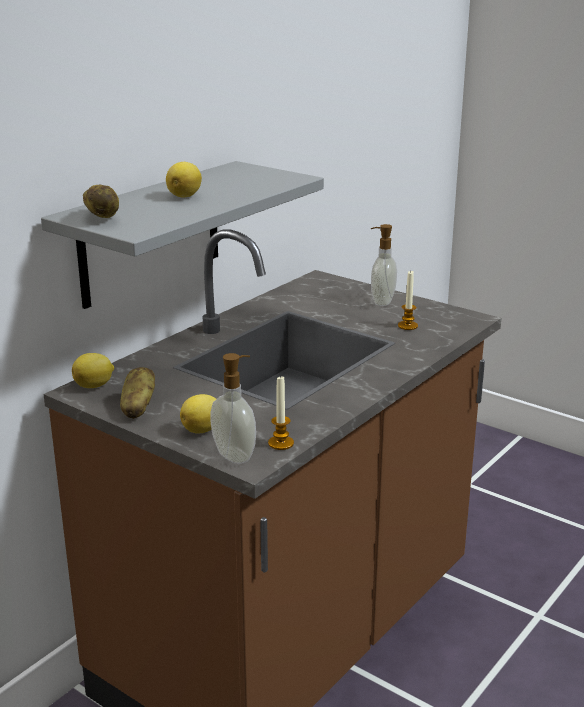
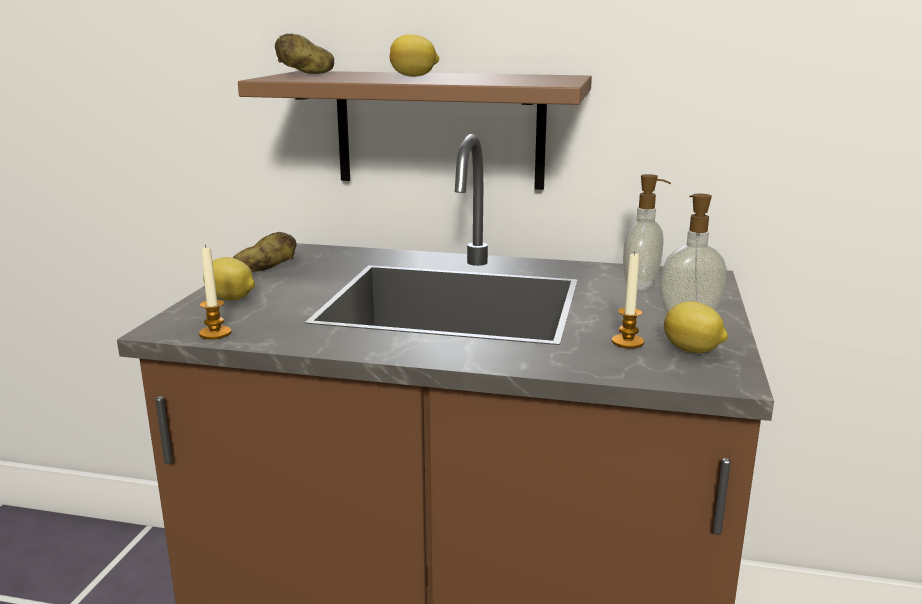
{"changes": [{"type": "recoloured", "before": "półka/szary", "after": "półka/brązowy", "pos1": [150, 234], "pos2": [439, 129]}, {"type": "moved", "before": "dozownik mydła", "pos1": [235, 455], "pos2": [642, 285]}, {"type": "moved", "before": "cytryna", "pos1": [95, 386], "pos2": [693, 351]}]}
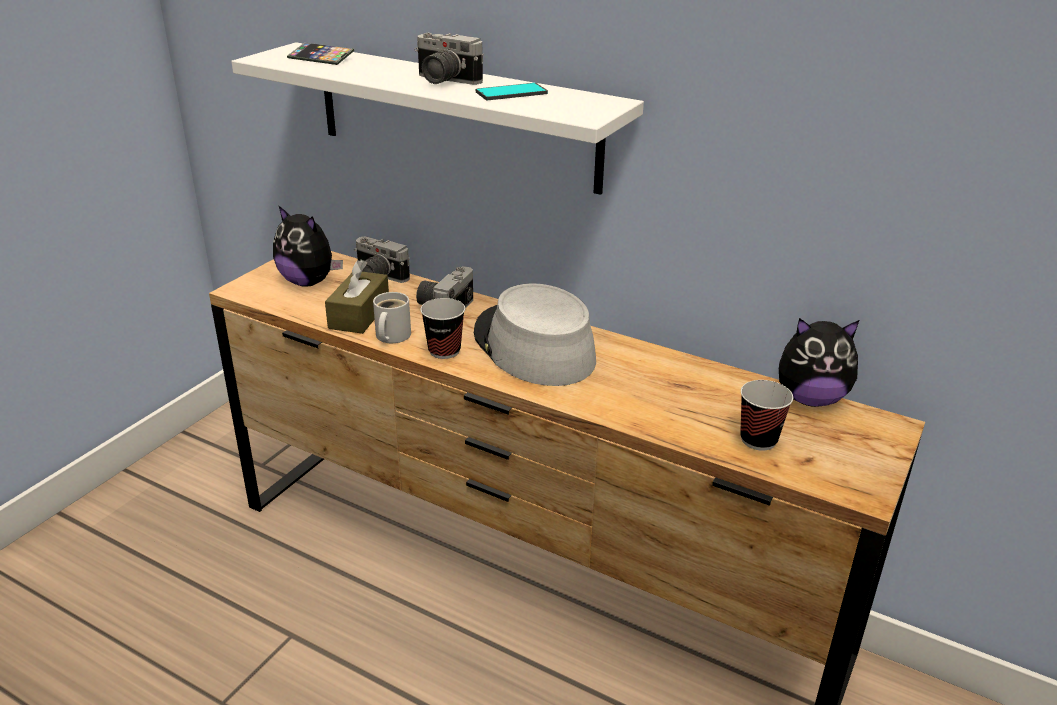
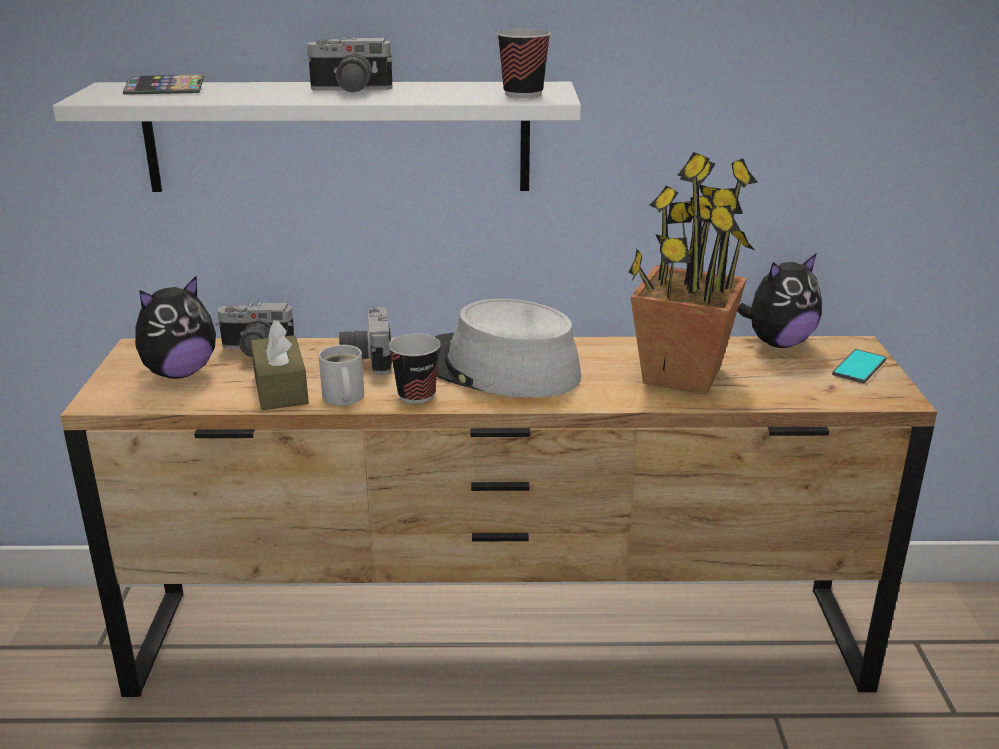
{"changes": [{"type": "turned", "before": "pluszak", "pos1": [309, 282], "pos2": [179, 373], "turn": -45}, {"type": "moved", "before": "filiżanka", "pos1": [758, 440], "pos2": [523, 94]}, {"type": "added", "after": "roślina doniczkowa", "pos2": [680, 375]}, {"type": "moved", "before": "telefon", "pos1": [511, 93], "pos2": [859, 367]}]}
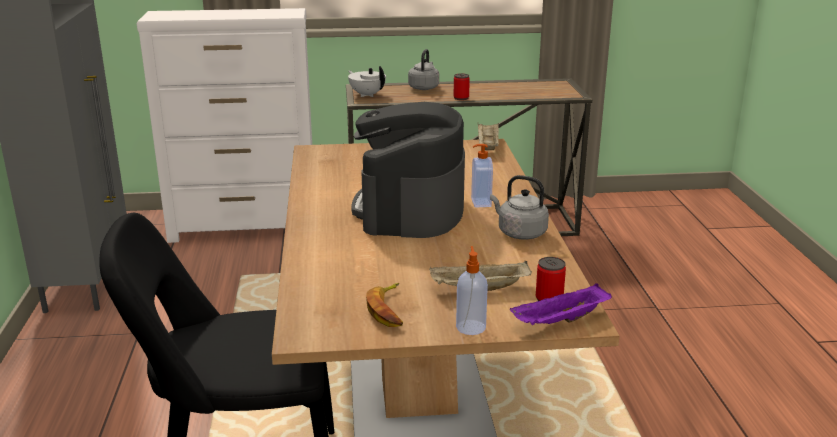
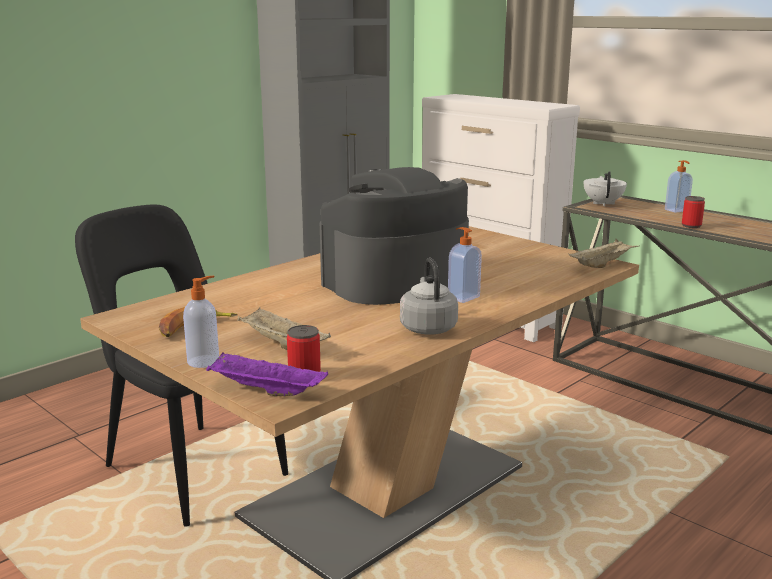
{"changes": [{"type": "replaced", "before": "czajnik/szary", "after": "dozownik mydła", "pos1": [424, 87], "pos2": [677, 210]}]}
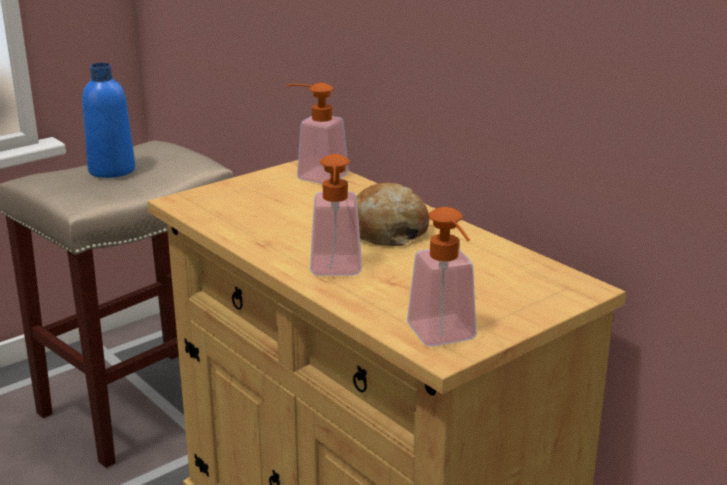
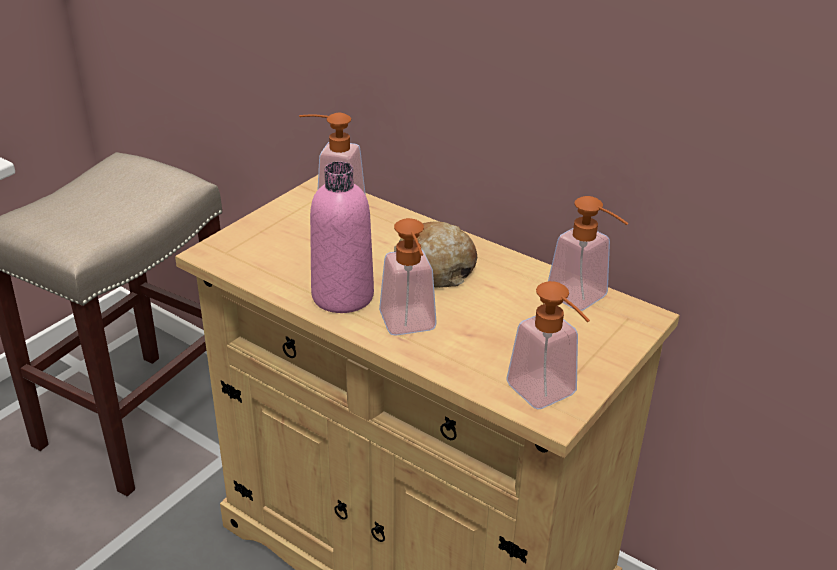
{"changes": [{"type": "added", "after": "butelka/różowy", "pos2": [342, 296]}, {"type": "added", "after": "dozownik mydła", "pos2": [584, 300]}, {"type": "removed", "before": "butelka/niebieski", "pos1": [112, 170]}]}
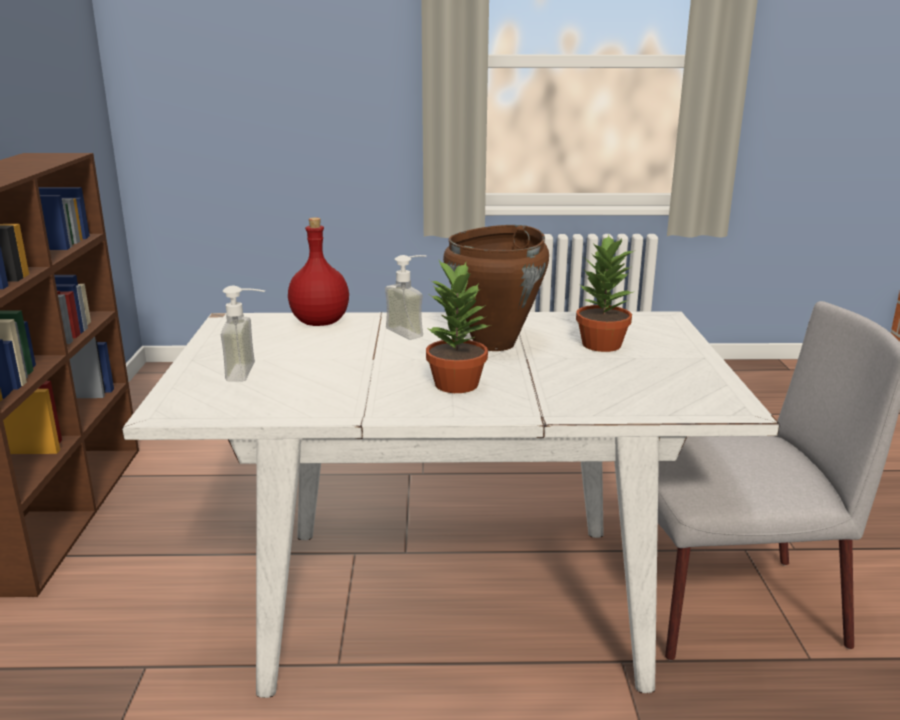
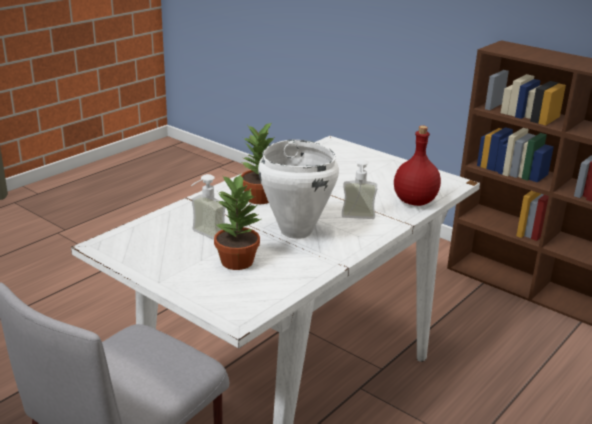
{"changes": [{"type": "moved", "before": "dozownik mydła", "pos1": [251, 372], "pos2": [204, 236]}, {"type": "recoloured", "before": "garnek/brązowy", "after": "garnek/biały", "pos1": [495, 344], "pos2": [295, 231]}]}
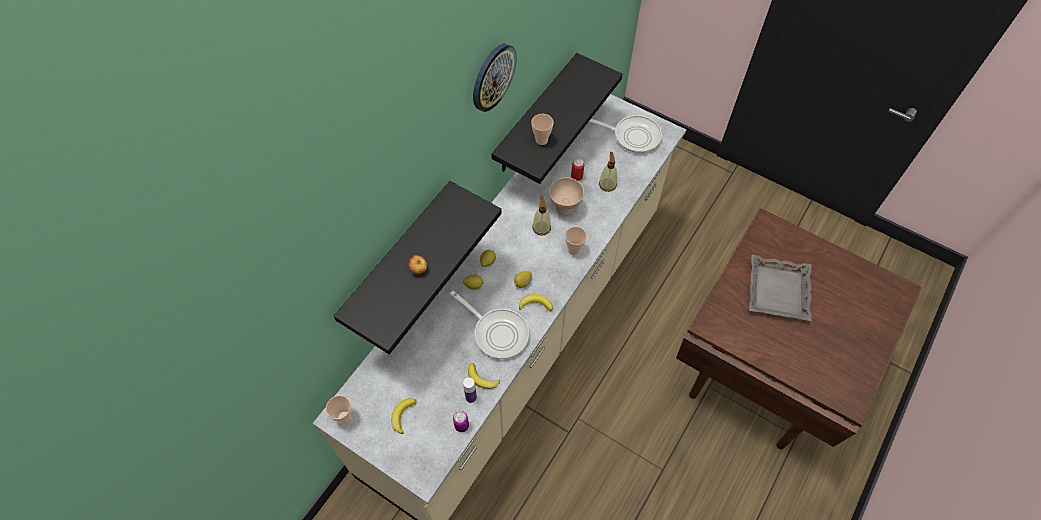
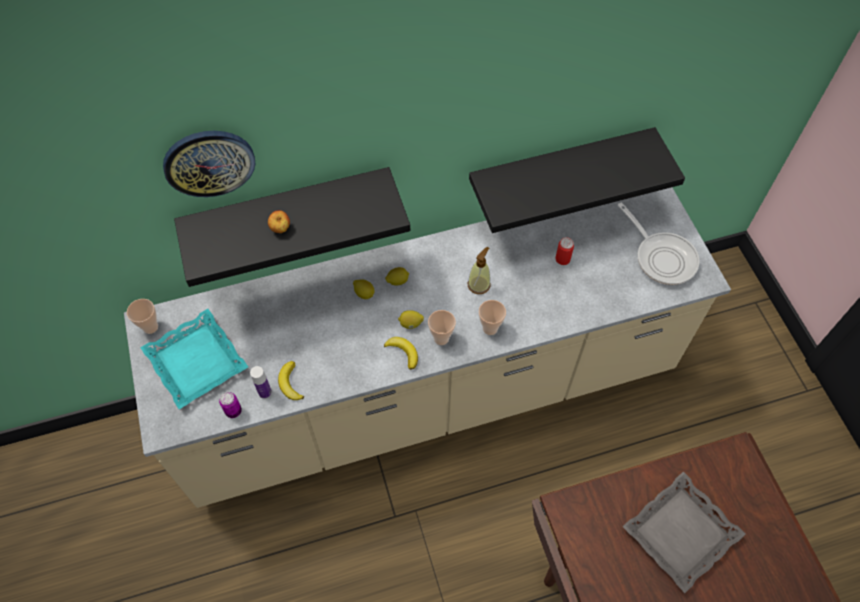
{"changes": [{"type": "replaced", "before": "banan", "after": "taca/turkusowy", "pos1": [402, 415], "pos2": [195, 362]}, {"type": "moved", "before": "zegar ścienny", "pos1": [492, 77], "pos2": [209, 162]}, {"type": "moved", "before": "filiżanka", "pos1": [541, 140], "pos2": [441, 338]}, {"type": "removed", "before": "patelnia", "pos1": [497, 332]}, {"type": "removed", "before": "miska/beżowy", "pos1": [565, 209]}, {"type": "removed", "before": "dozownik mydła", "pos1": [607, 184]}]}
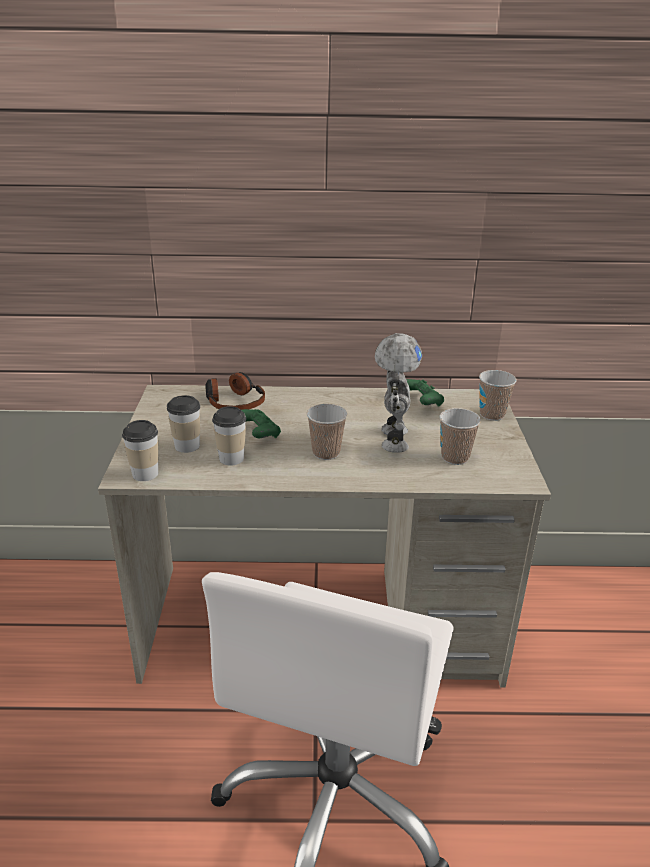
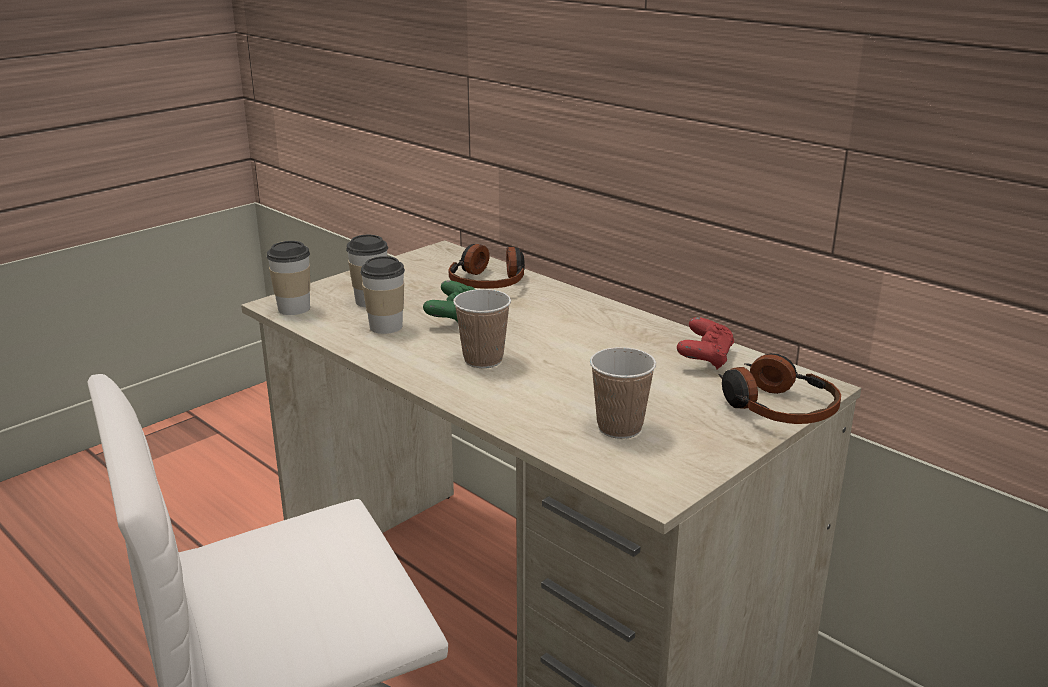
{"changes": [{"type": "recoloured", "before": "pad do gier/zielony", "after": "pad do gier/czerwony", "pos1": [422, 402], "pos2": [705, 358]}, {"type": "replaced", "before": "filiżanka", "after": "słuchawki", "pos1": [492, 415], "pos2": [776, 407]}, {"type": "removed", "before": "robot zabawkowy", "pos1": [392, 439]}]}
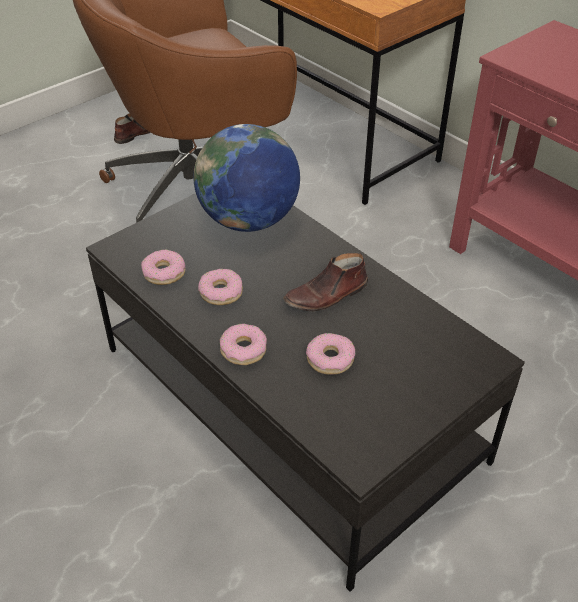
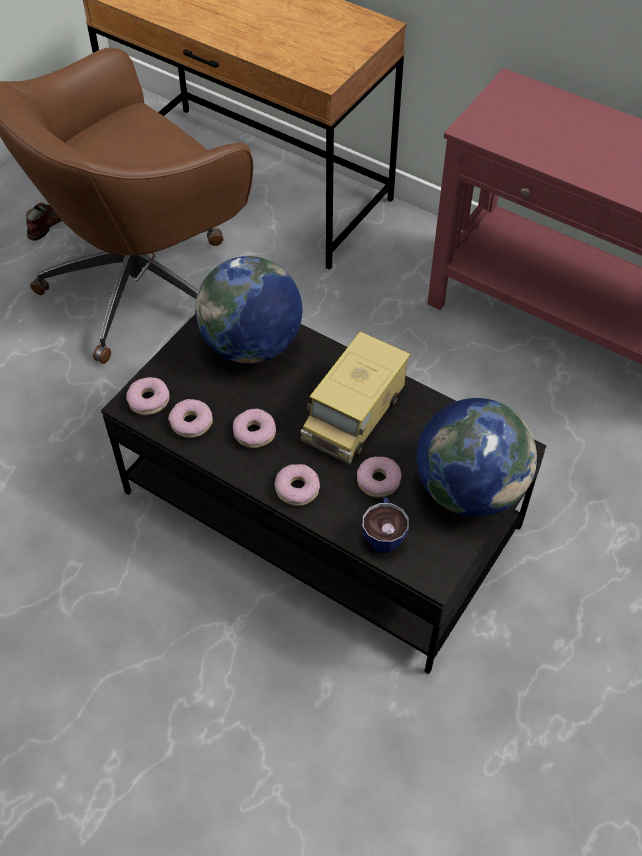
{"changes": [{"type": "added", "after": "donut", "pos2": [149, 400]}, {"type": "replaced", "before": "but/brązowy", "after": "ciężarówka zabawkowa", "pos1": [327, 295], "pos2": [354, 415]}, {"type": "added", "after": "filiżanka", "pos2": [383, 533]}, {"type": "added", "after": "globus", "pos2": [469, 489]}]}
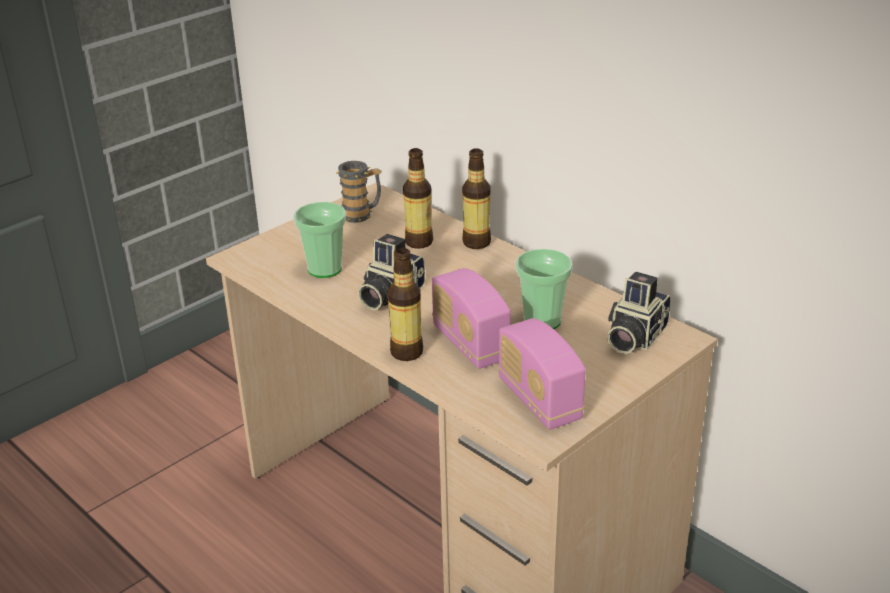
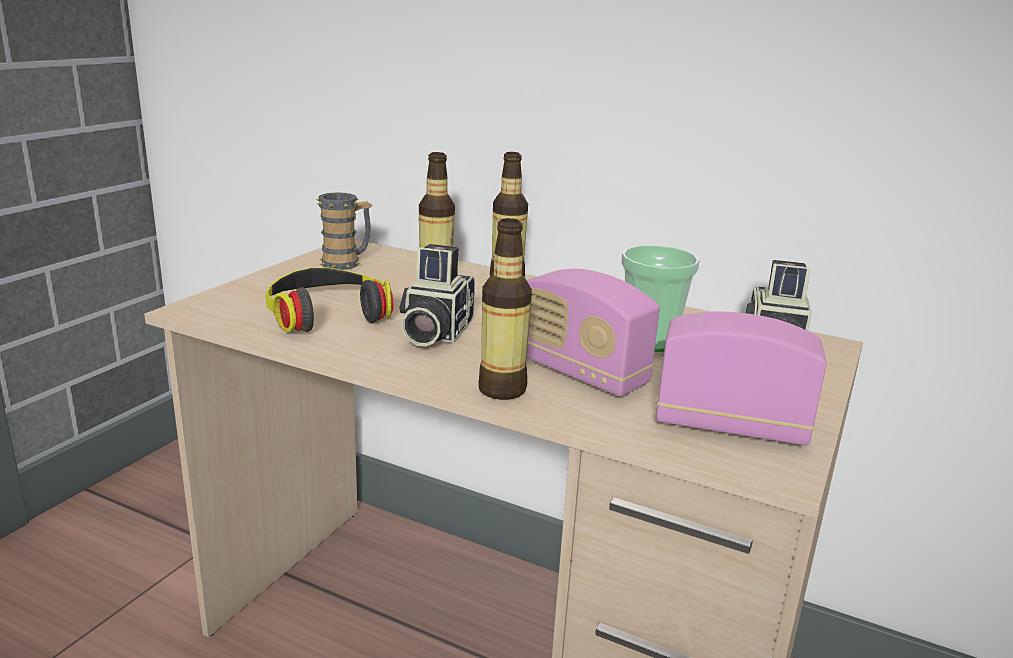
{"changes": [{"type": "replaced", "before": "filiżanka", "after": "słuchawki", "pos1": [324, 269], "pos2": [327, 313]}, {"type": "turned", "before": "radio", "pos1": [539, 400], "pos2": [730, 425], "turn": 150}]}
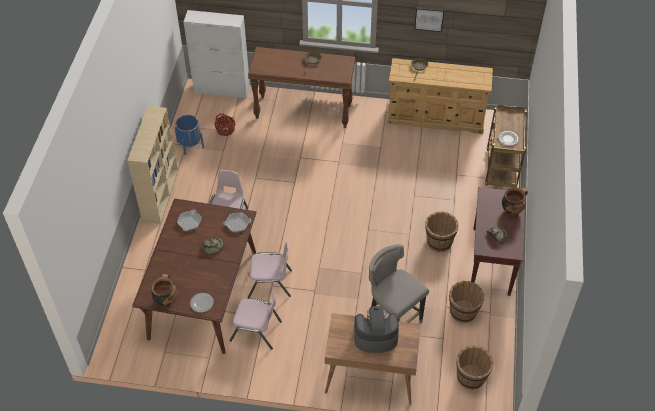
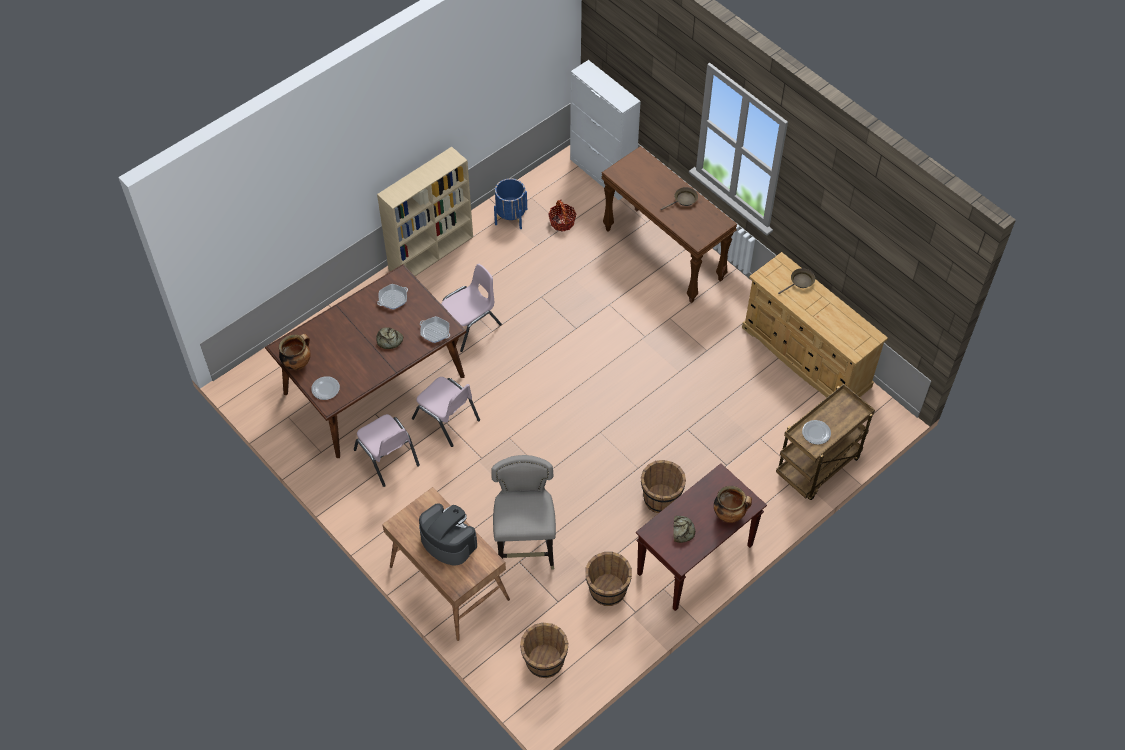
{"changes": [{"type": "removed", "before": "obraz", "pos1": [429, 18]}]}
